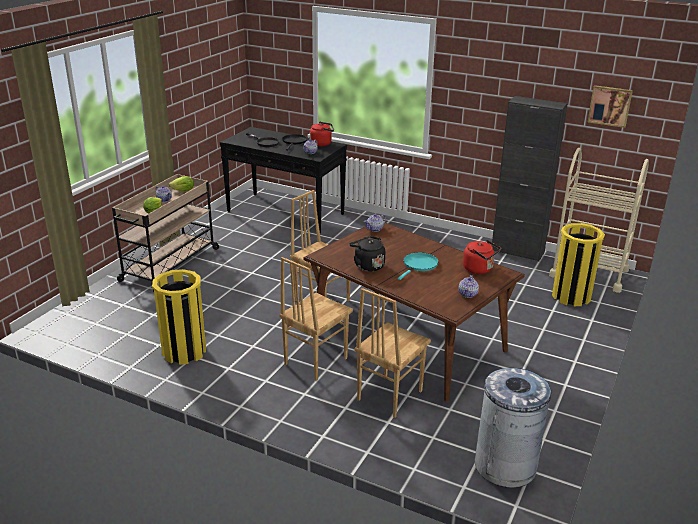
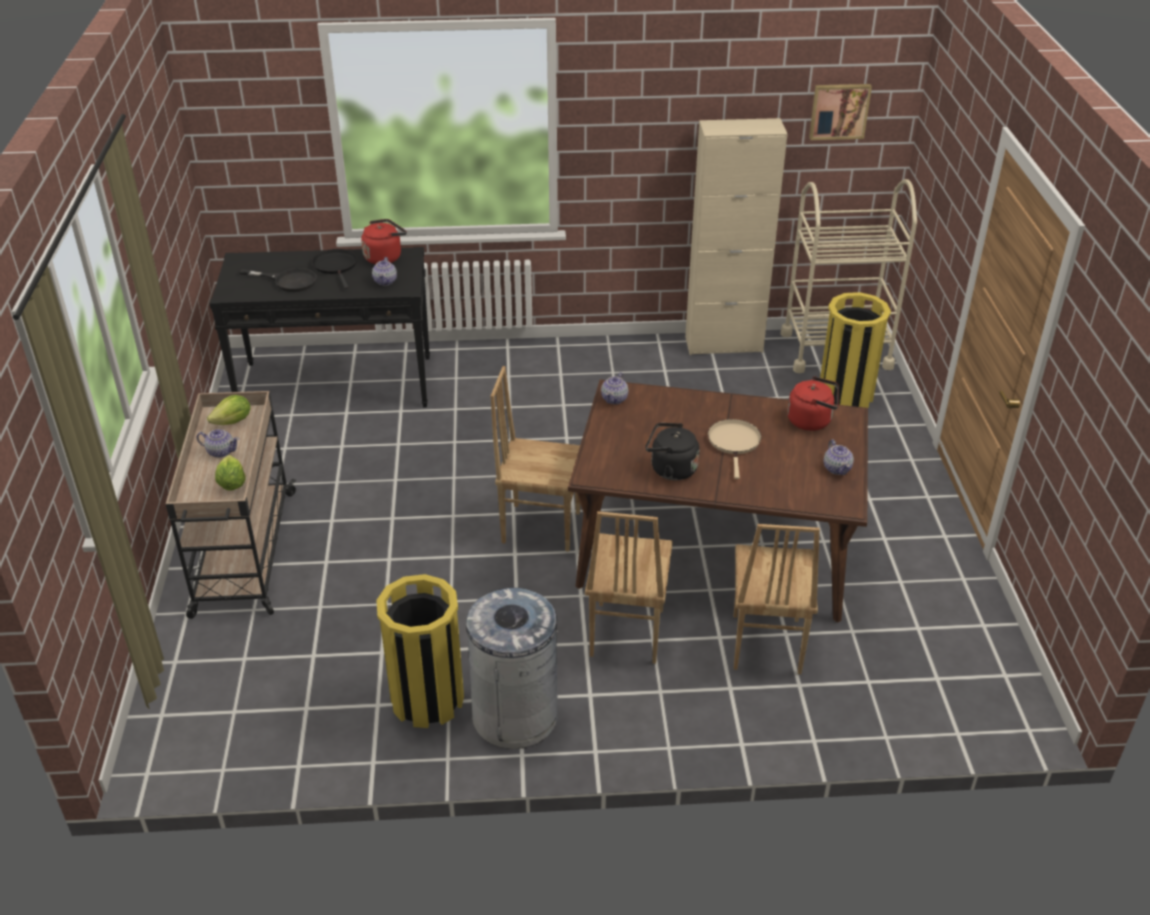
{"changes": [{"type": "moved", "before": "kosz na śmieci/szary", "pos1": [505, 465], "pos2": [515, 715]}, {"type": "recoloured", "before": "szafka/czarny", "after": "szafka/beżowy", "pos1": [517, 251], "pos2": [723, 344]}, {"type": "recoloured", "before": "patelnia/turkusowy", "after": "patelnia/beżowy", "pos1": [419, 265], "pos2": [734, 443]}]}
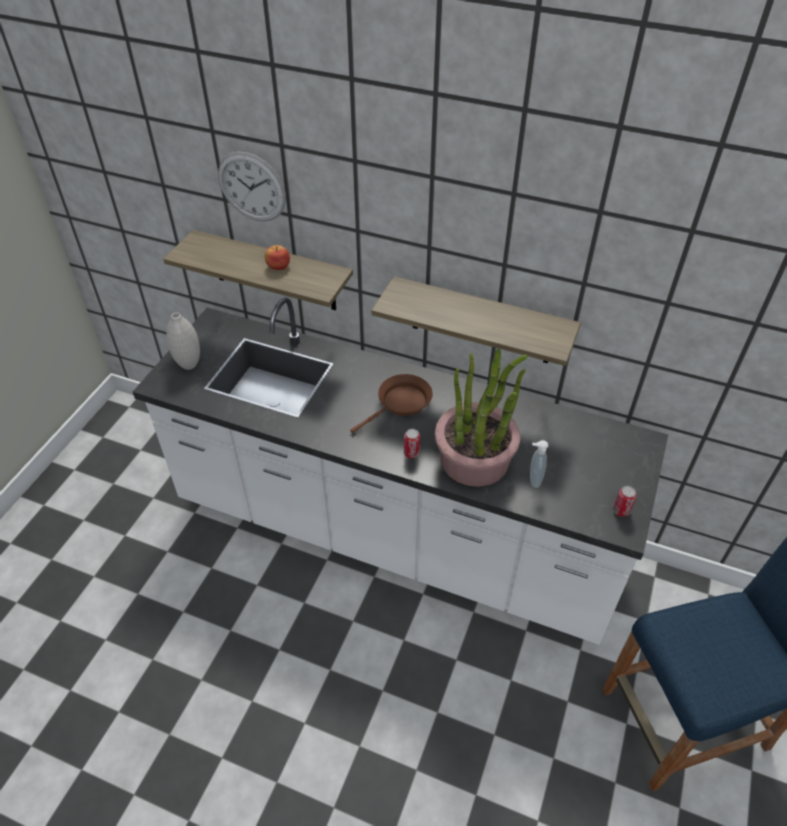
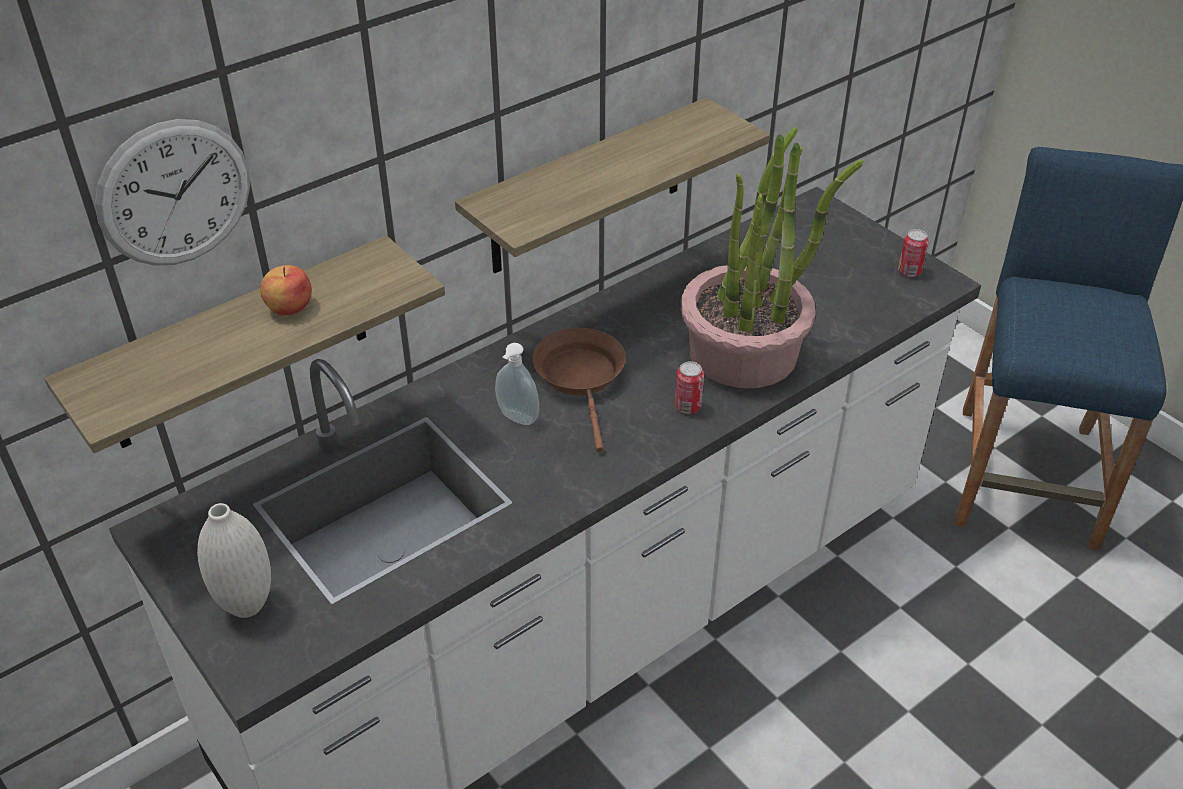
{"changes": [{"type": "moved", "before": "dozownik mydła", "pos1": [533, 480], "pos2": [516, 419]}]}
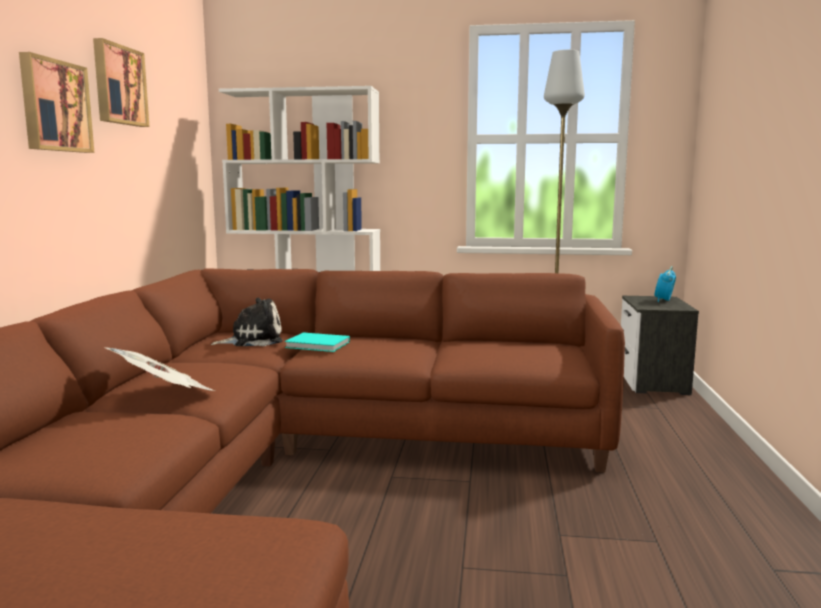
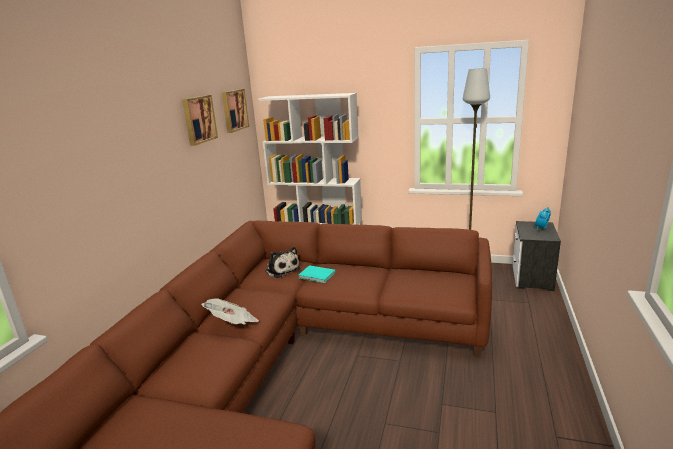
{"changes": [{"type": "moved", "before": "obraz", "pos1": [54, 106], "pos2": [234, 110]}, {"type": "turned", "before": "pluszak", "pos1": [253, 340], "pos2": [281, 270], "turn": 60}]}
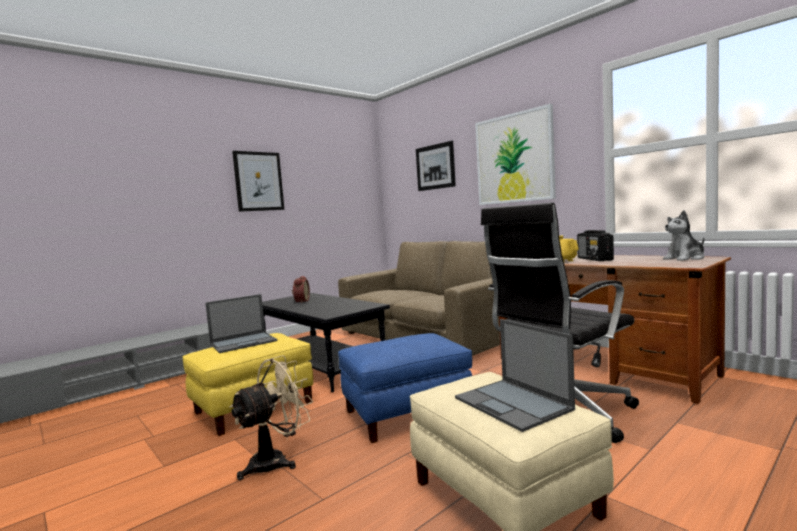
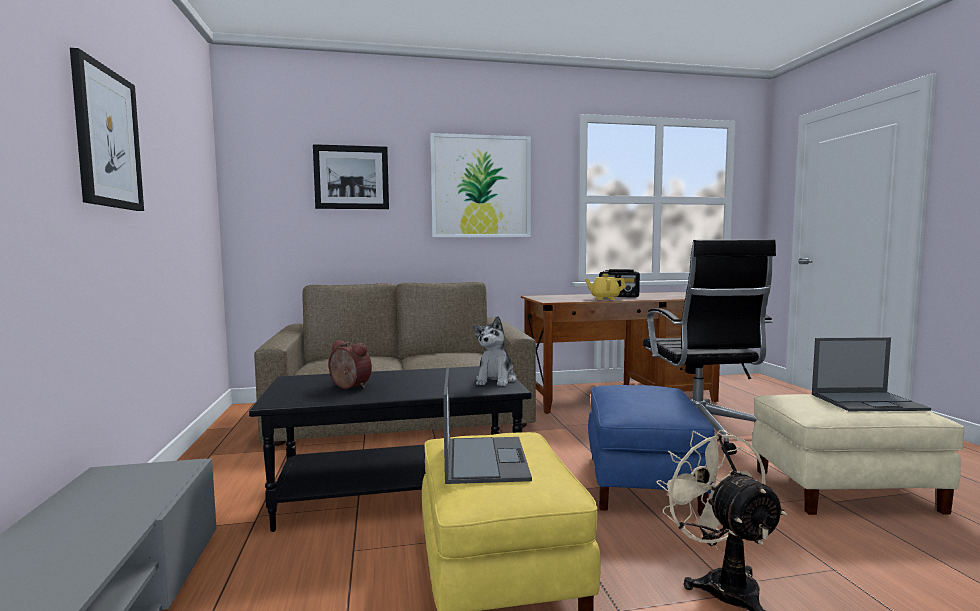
{"changes": [{"type": "moved", "before": "pluszak", "pos1": [685, 258], "pos2": [496, 380]}]}
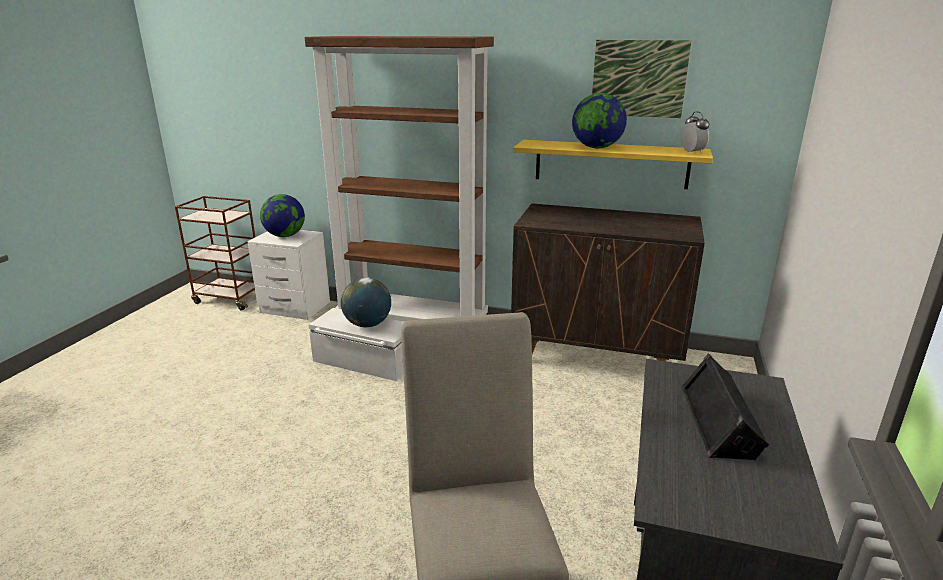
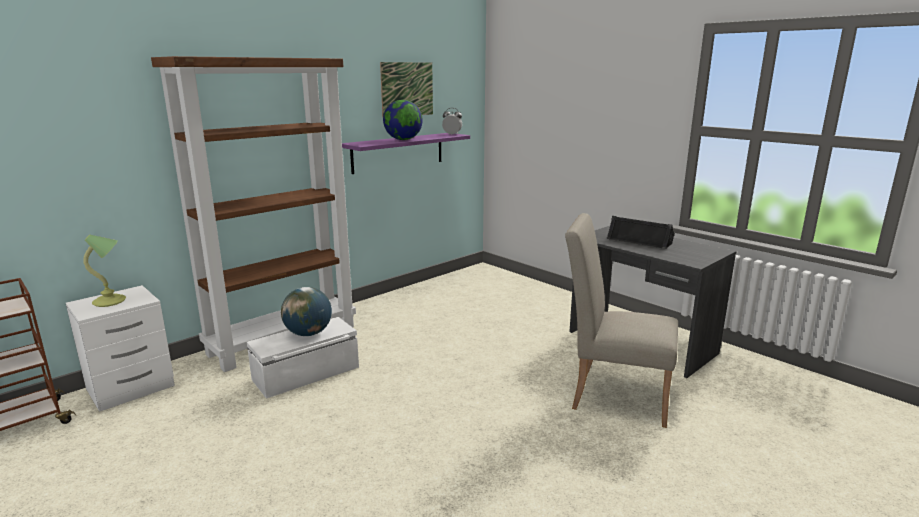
{"changes": [{"type": "replaced", "before": "globus", "after": "lampa stołowa", "pos1": [285, 236], "pos2": [111, 301]}, {"type": "recoloured", "before": "półka/żółty", "after": "półka/fioletowy", "pos1": [611, 164], "pos2": [398, 152]}, {"type": "removed", "before": "szafka/brązowy", "pos1": [597, 356]}]}
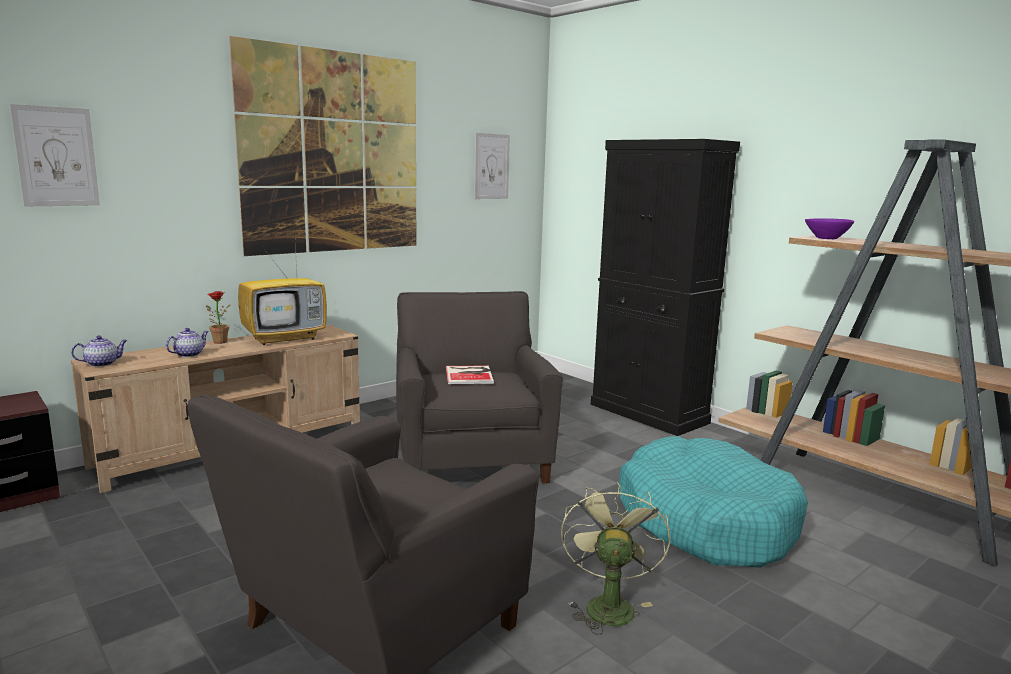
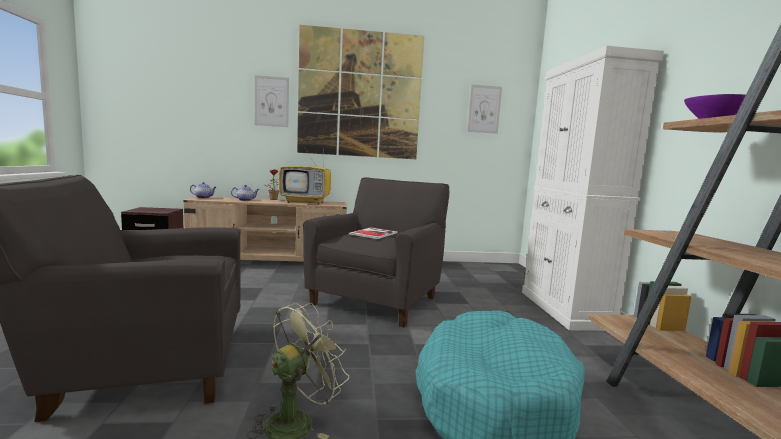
{"changes": [{"type": "moved", "before": "obraz", "pos1": [56, 157], "pos2": [271, 101]}, {"type": "recoloured", "before": "szafka/czarny", "after": "szafka/biały", "pos1": [648, 414], "pos2": [565, 309]}]}
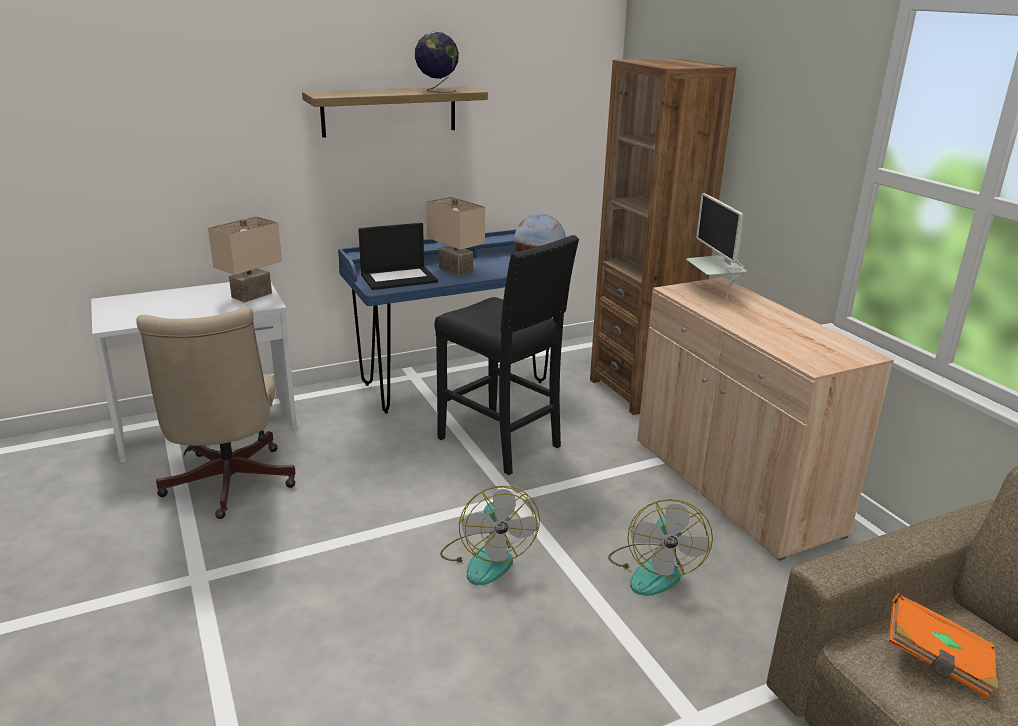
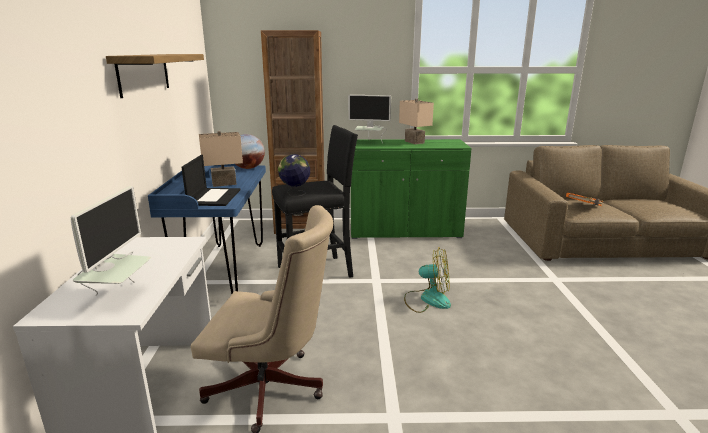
{"changes": [{"type": "added", "after": "monitor", "pos2": [118, 296]}, {"type": "moved", "before": "globus", "pos1": [437, 91], "pos2": [295, 194]}, {"type": "recoloured", "before": "szafka/beżowy", "after": "szafka/zielony", "pos1": [733, 486], "pos2": [404, 231]}, {"type": "moved", "before": "lampa stołowa/beżowy", "pos1": [251, 295], "pos2": [413, 142]}, {"type": "removed", "before": "wentylator", "pos1": [654, 570]}]}
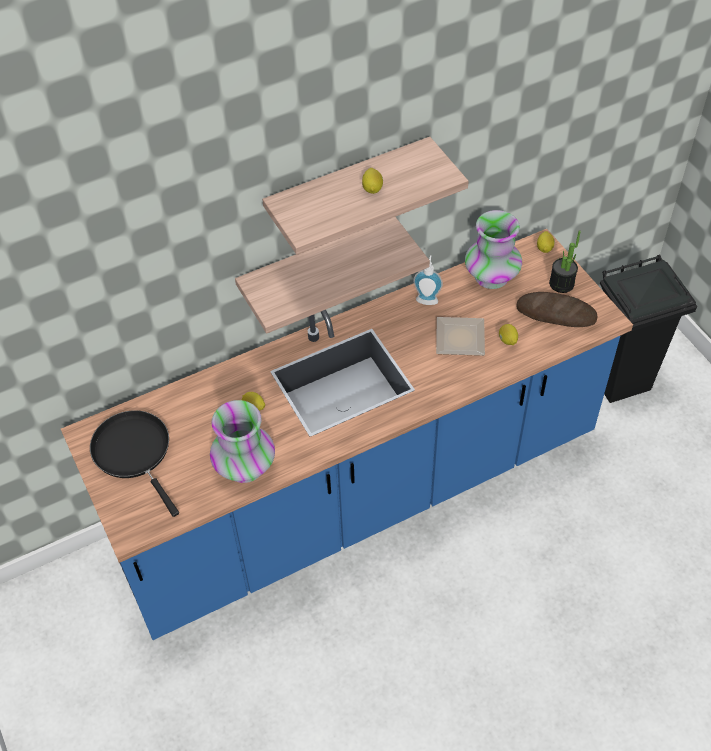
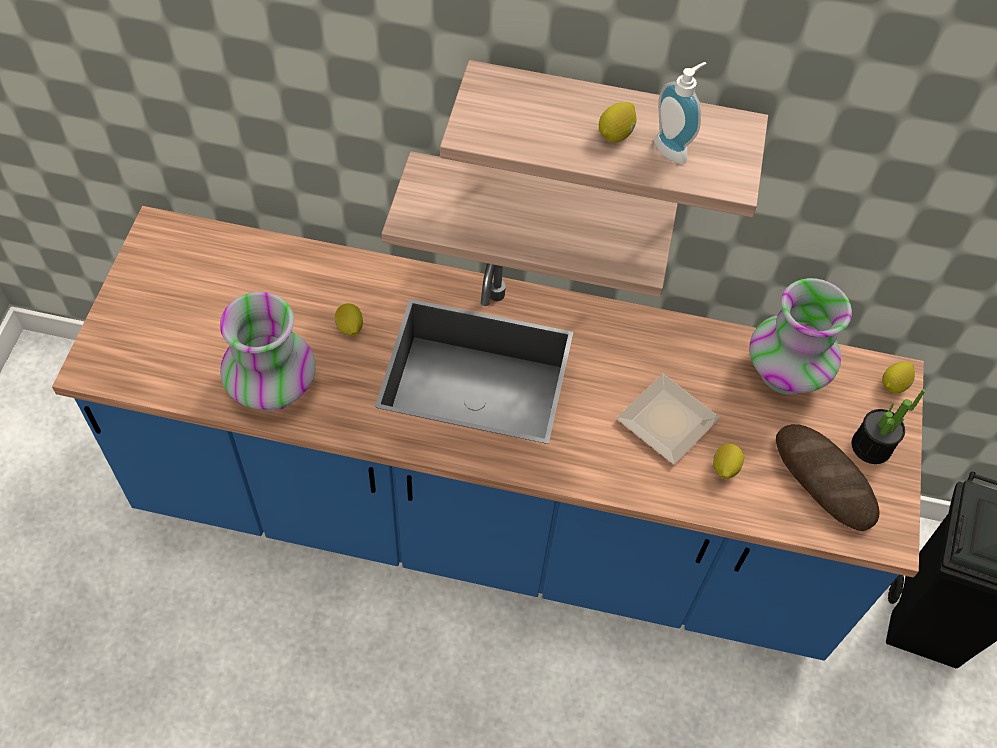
{"changes": [{"type": "moved", "before": "dozownik mydła", "pos1": [427, 298], "pos2": [674, 148]}, {"type": "removed", "before": "patelnia/czarny", "pos1": [134, 452]}]}
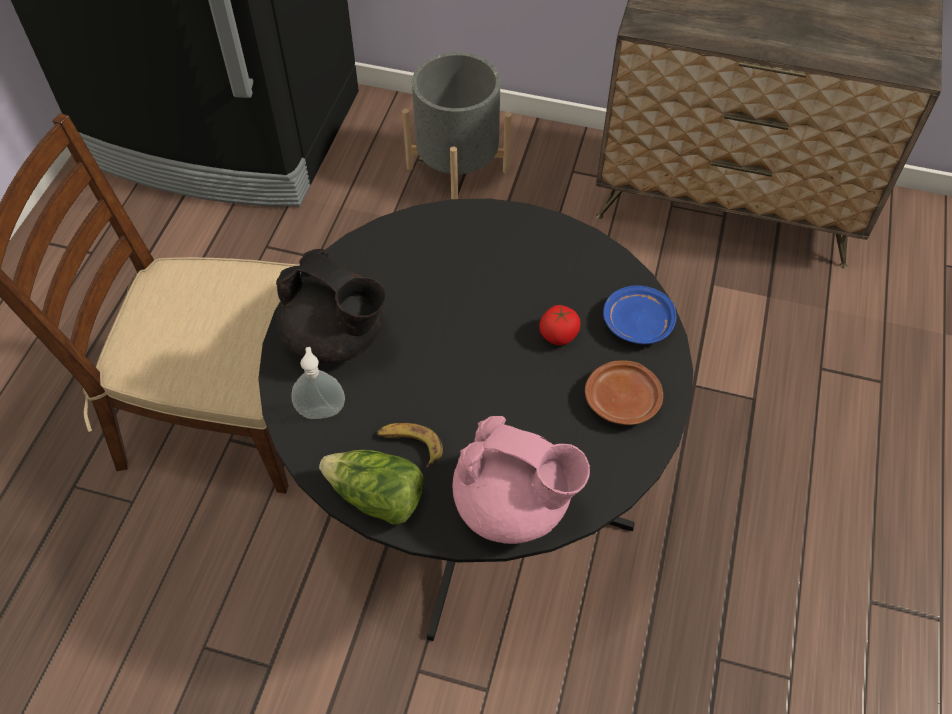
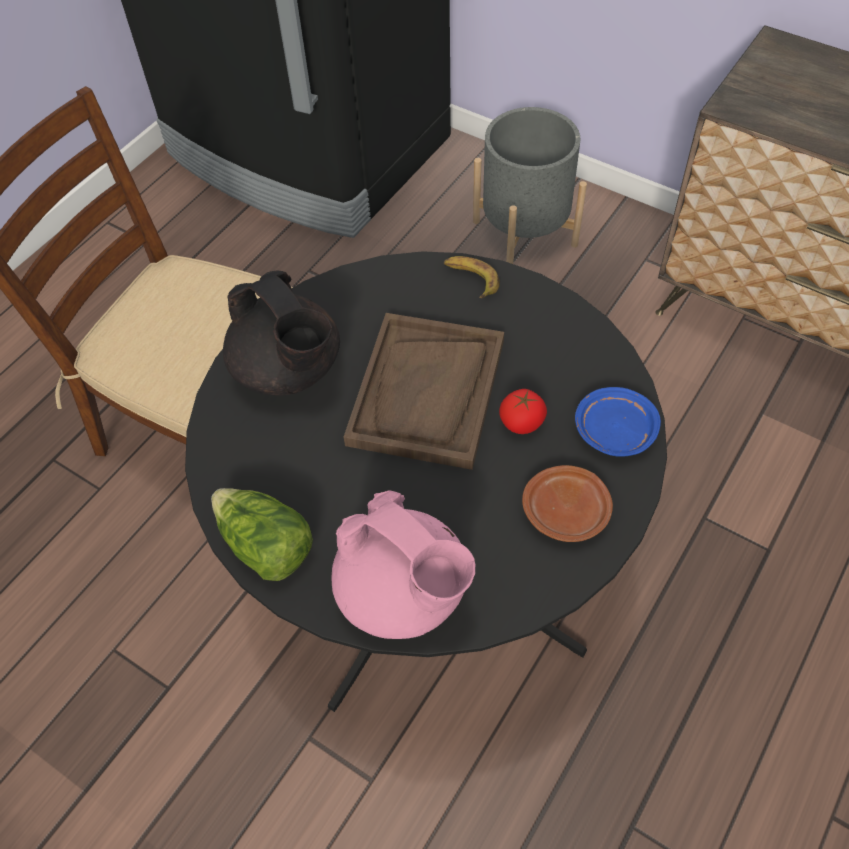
{"changes": [{"type": "added", "after": "taca/brązowy", "pos2": [427, 392]}, {"type": "moved", "before": "banan", "pos1": [410, 445], "pos2": [471, 279]}, {"type": "removed", "before": "dozownik mydła", "pos1": [321, 410]}]}
